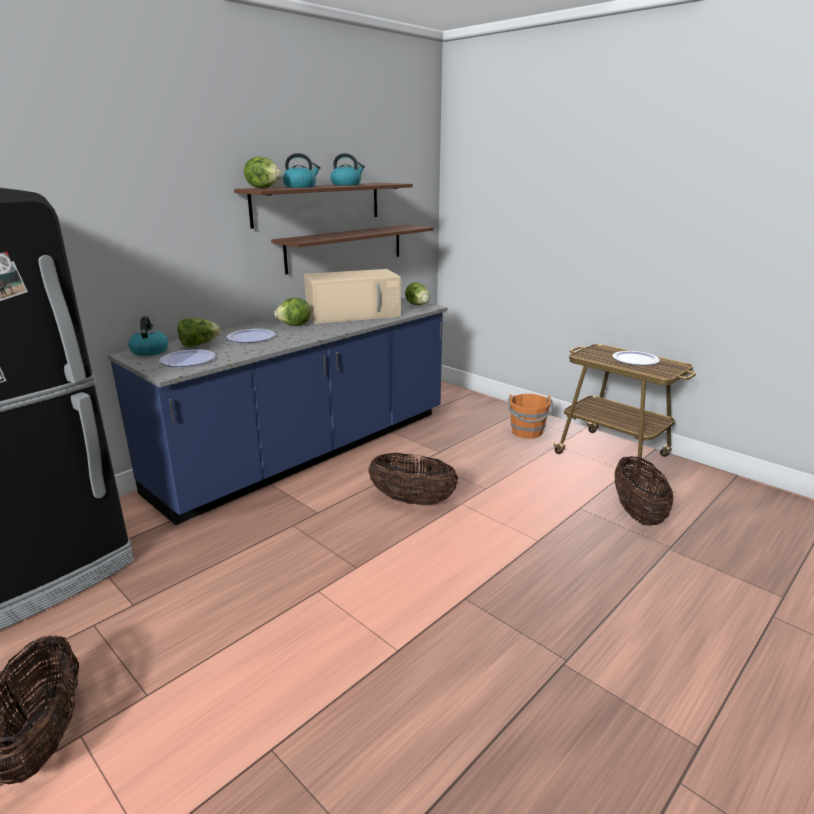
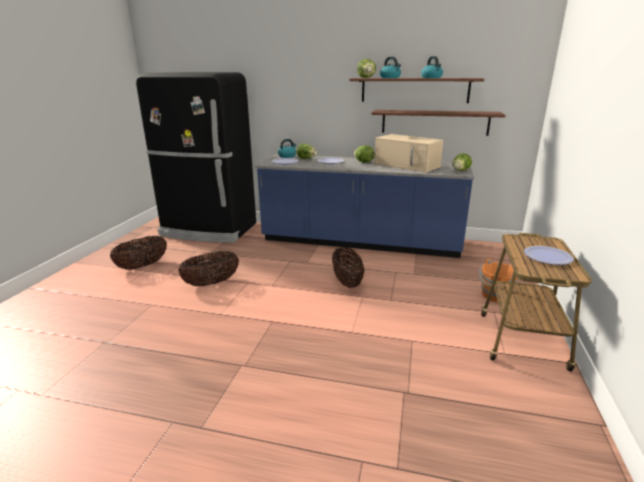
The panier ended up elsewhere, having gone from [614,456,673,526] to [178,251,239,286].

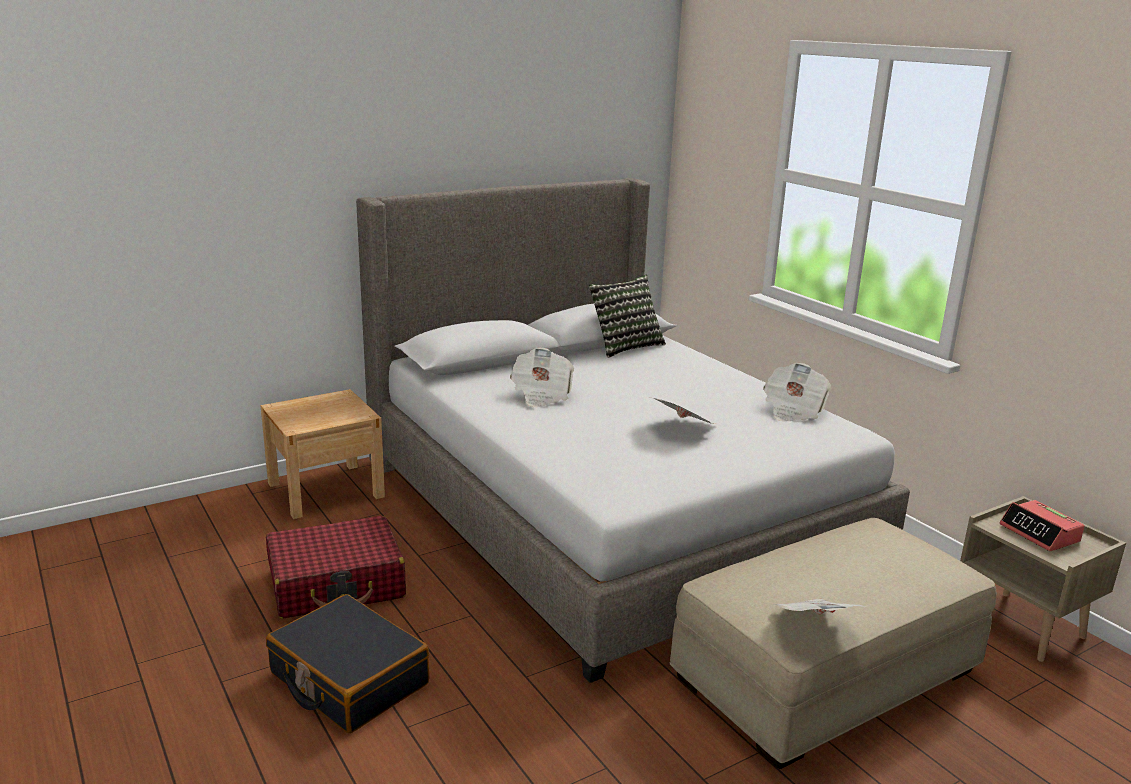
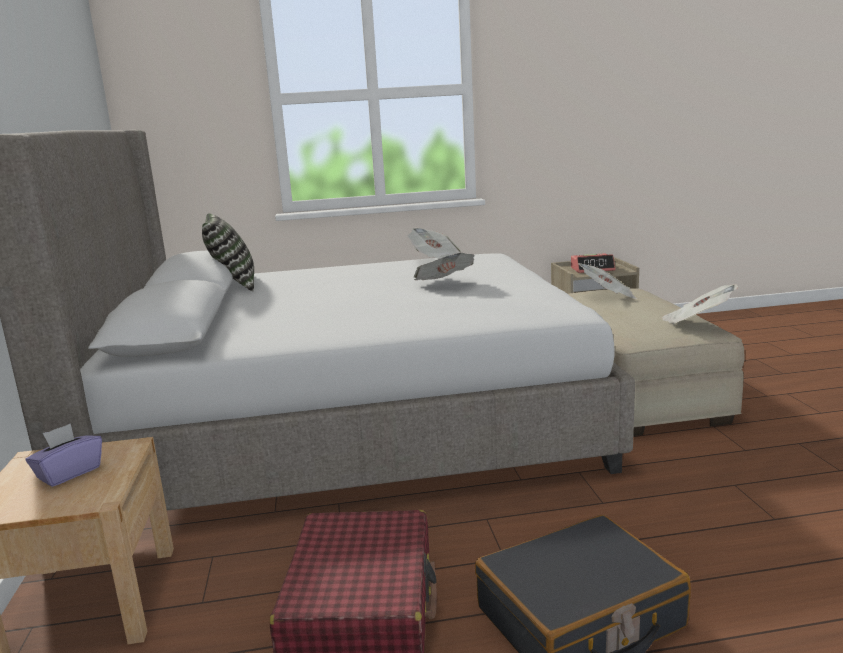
The journal ended up elsewhere, having gone from [510,348,574,407] to [578,263,637,299].
The second view gained the boîte à mouchoirs/violet at [25,423,102,487].

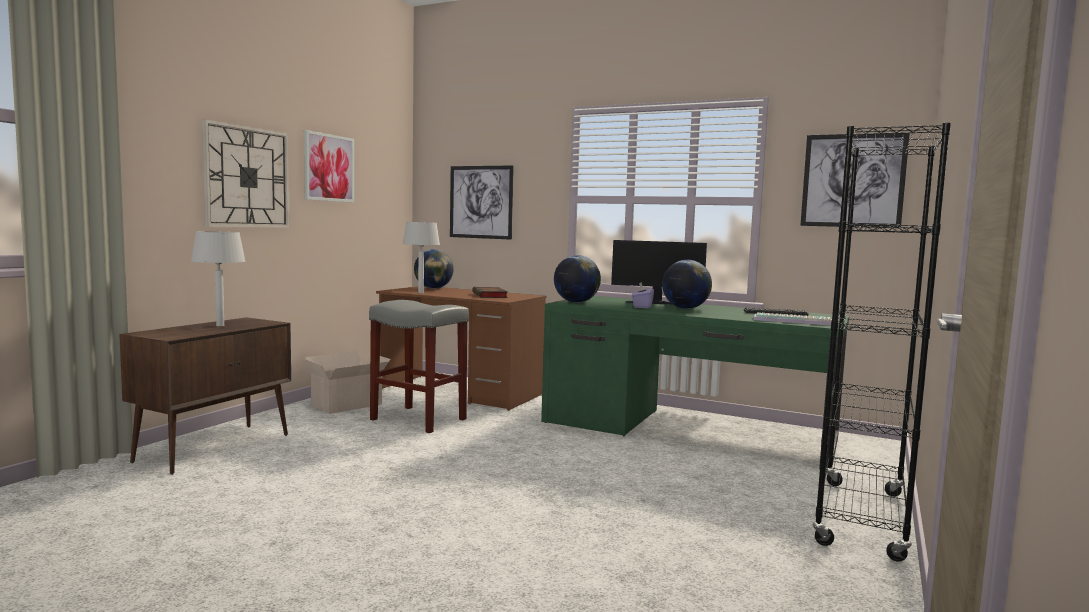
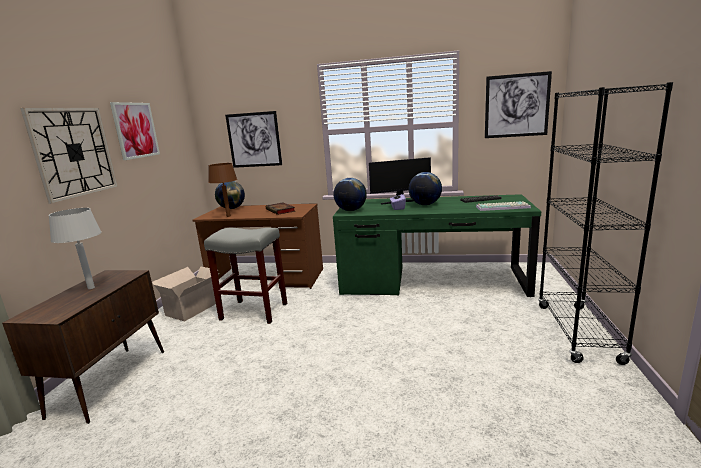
What was the lampe de table/gris at [402,222,440,293] turned into the lampe de table/marron at [208,163,237,217].

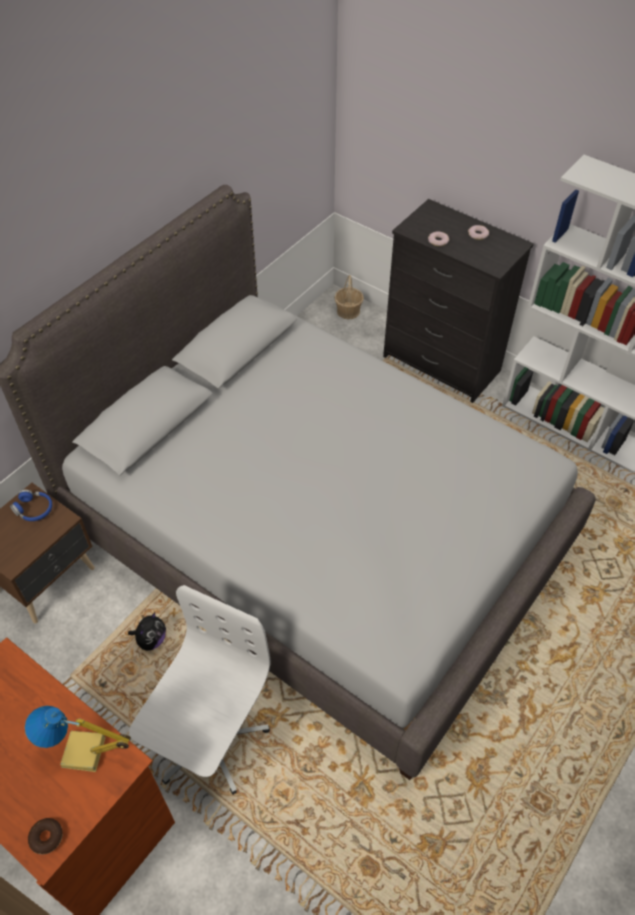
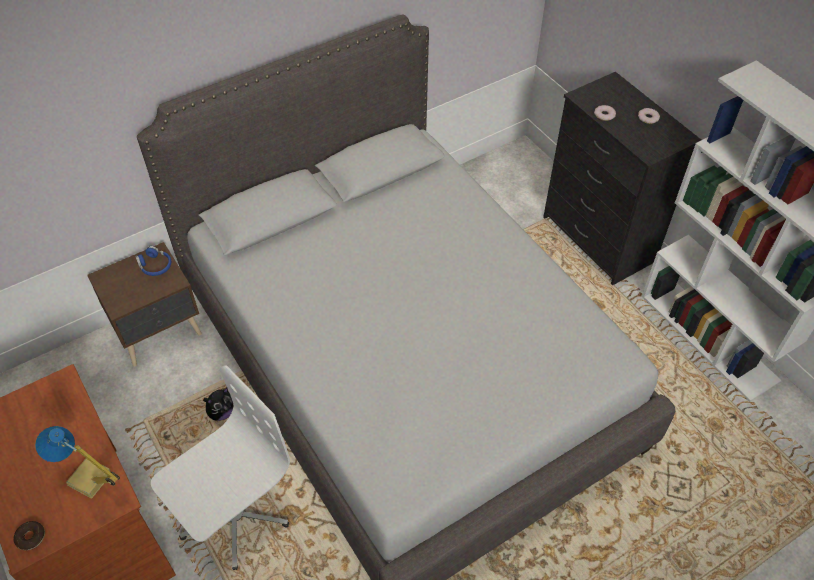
The second view lost the panier at [334,275,364,319].

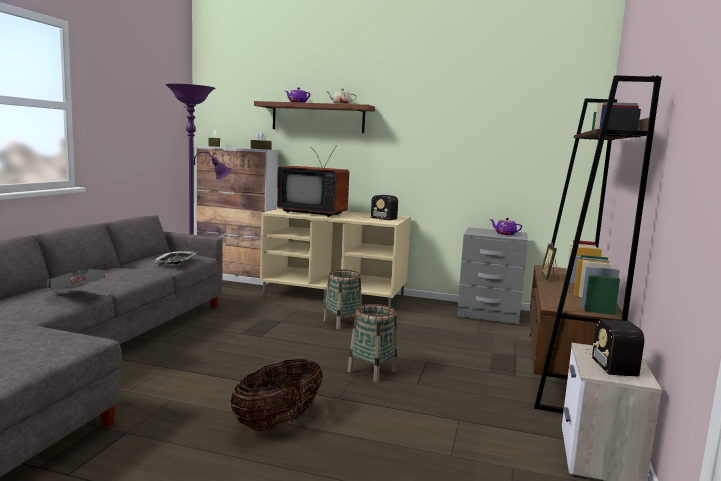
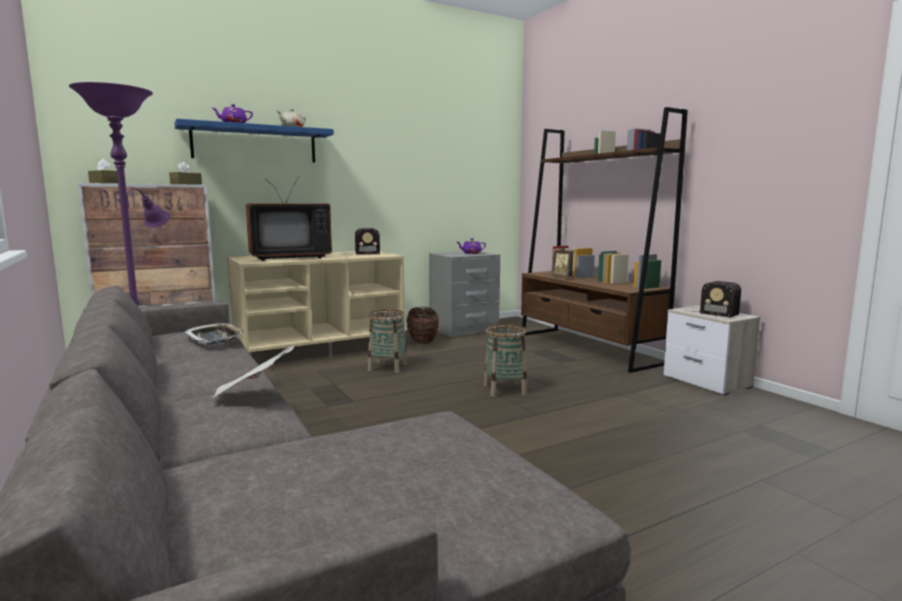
The panier ended up elsewhere, having gone from [230,359,323,431] to [407,307,439,344].
What was the étagère/marron at [254,101,375,133] turned into the étagère/bleu at [174,119,334,163].

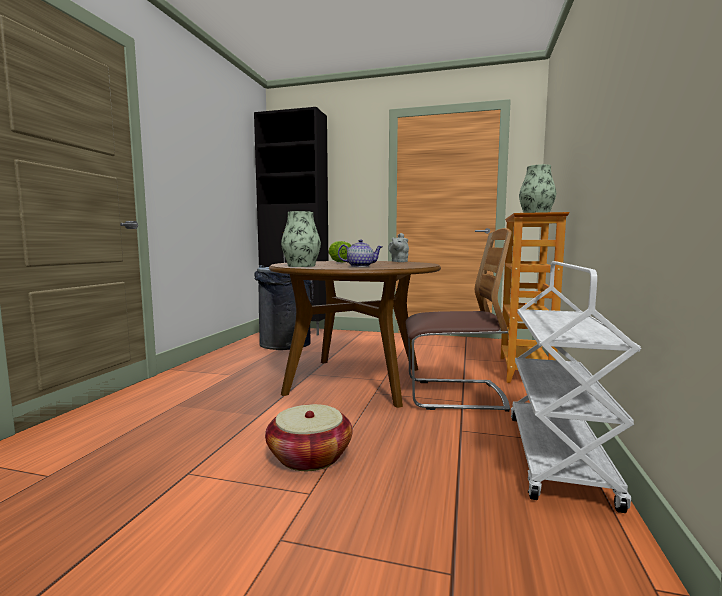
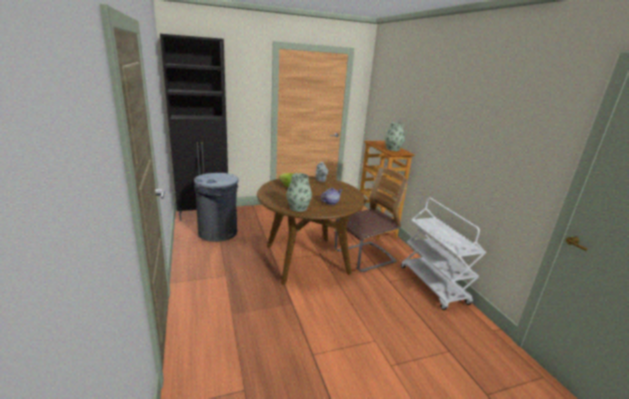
The second view lost the panier at [265,404,352,471].

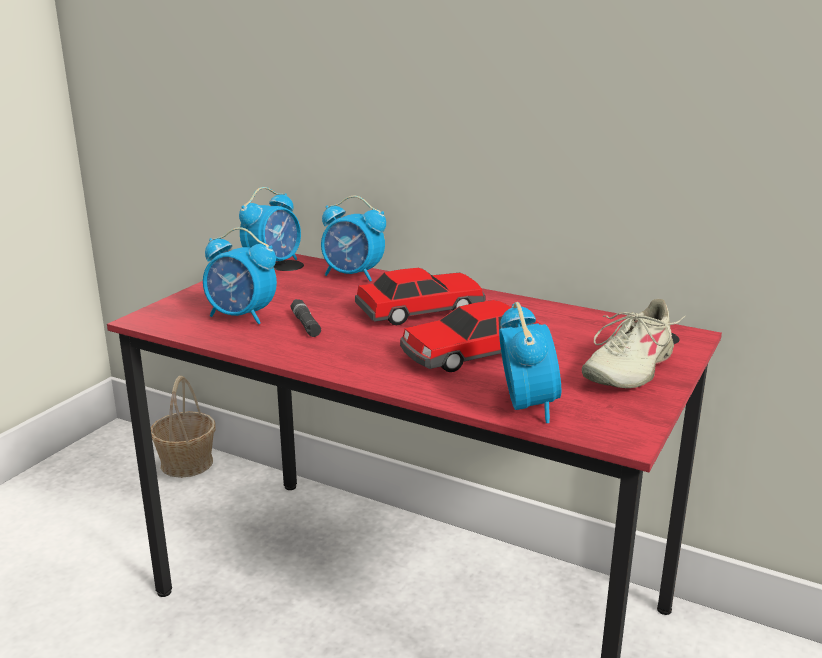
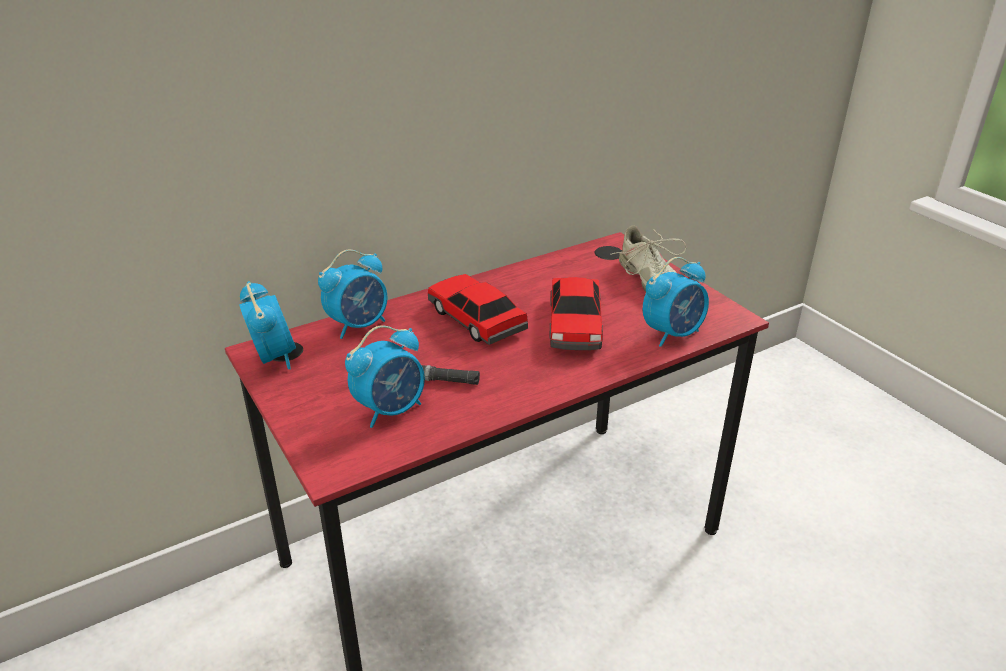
The second view lost the panier at [151,376,216,478].
The petite voiture at [355,268,485,325] ended up facing another way, 45 degrees counterclockwise from before.
The réveil at [499,302,561,423] ended up facing another way, 120 degrees clockwise from before.

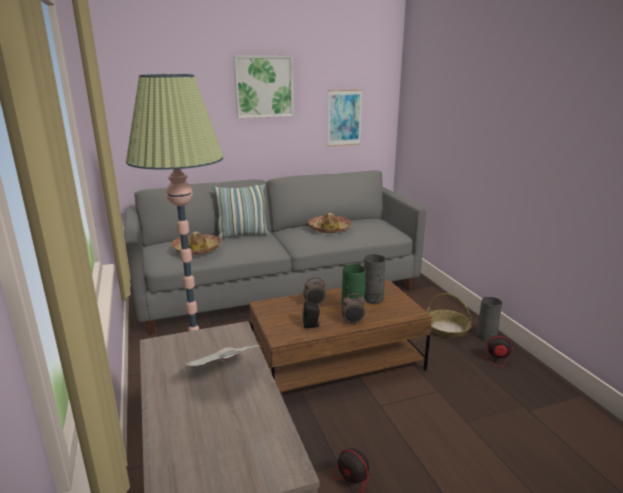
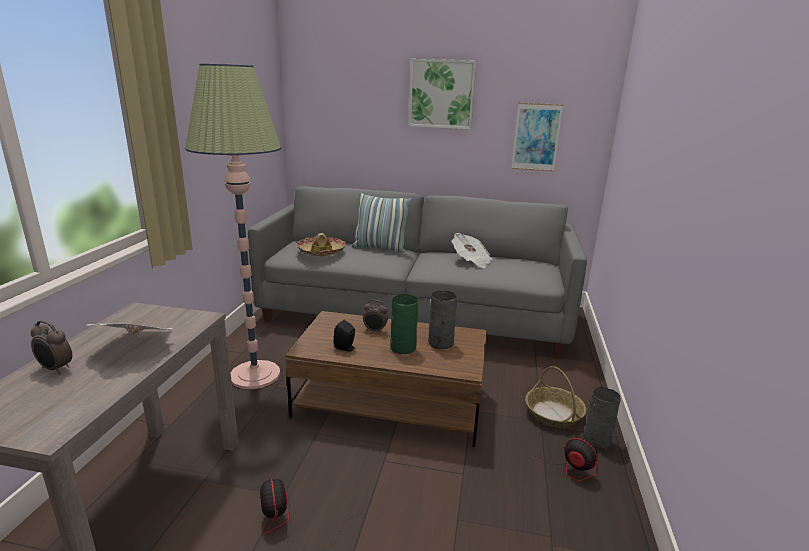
Where the chapeau stood at [308,213,352,233], the journal came to stand at [452,233,492,268].
The réveil ended up elsewhere, having gone from [341,293,366,324] to [31,320,72,374].

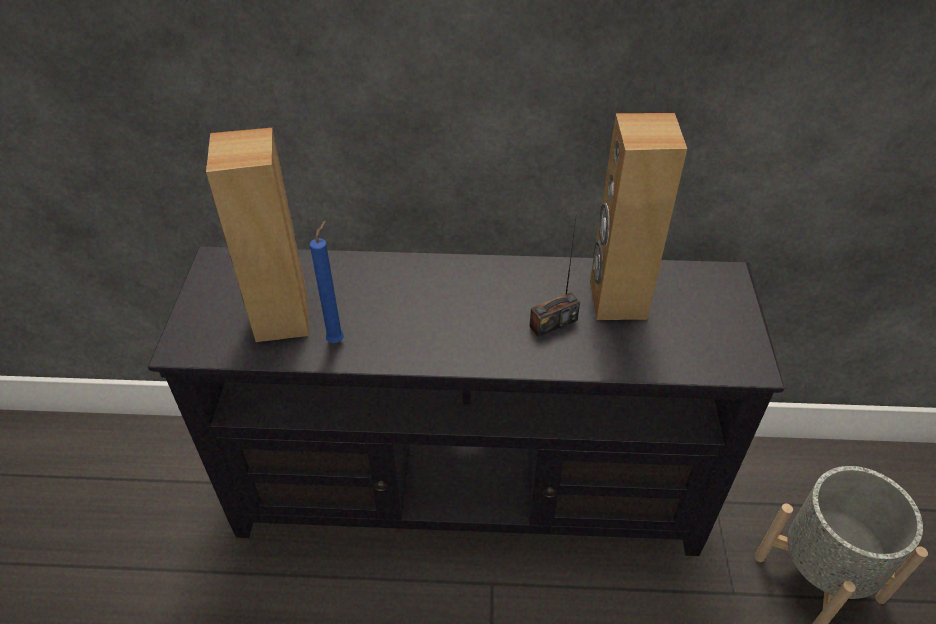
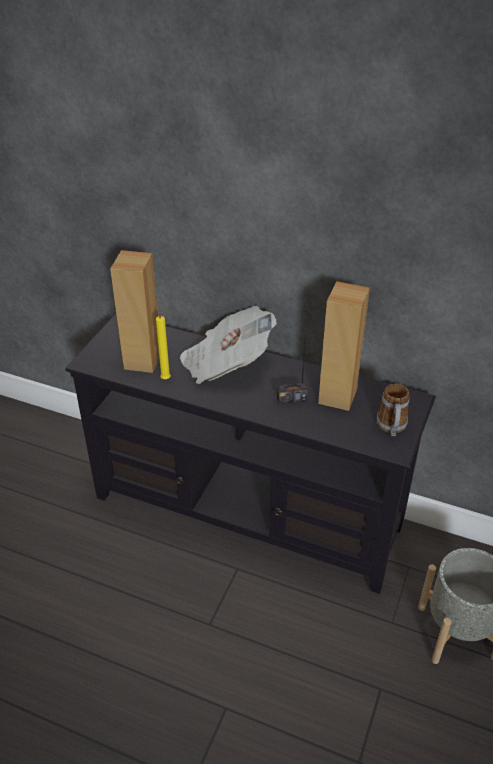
What was the bougie/bleu at [310,221,344,343] turned into the bougie/jaune at [156,307,171,379].
The second view gained the journal at [180,306,277,384].
The second view gained the mug at [376,383,409,436].

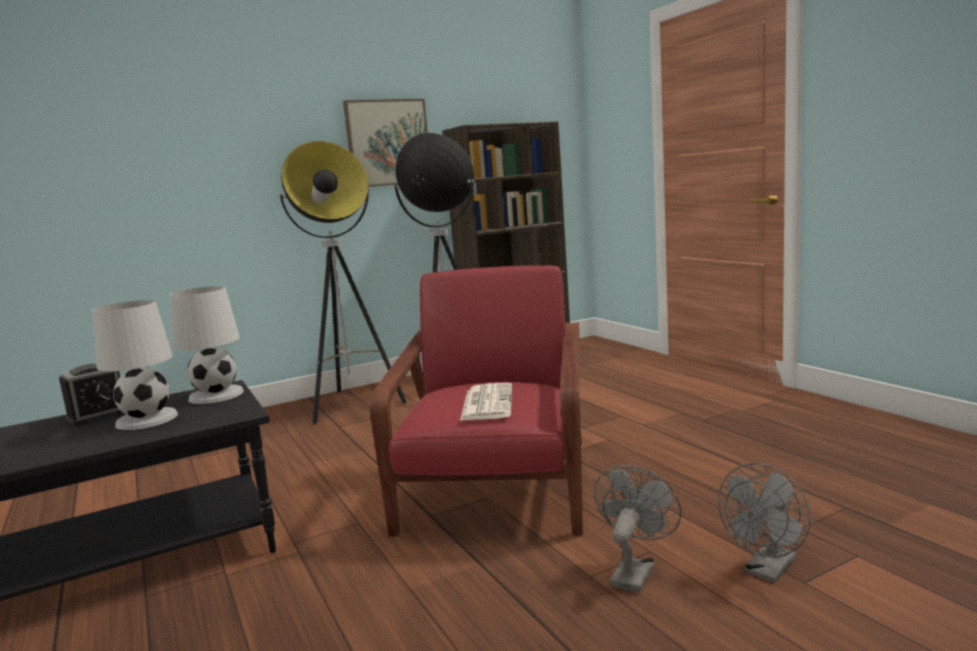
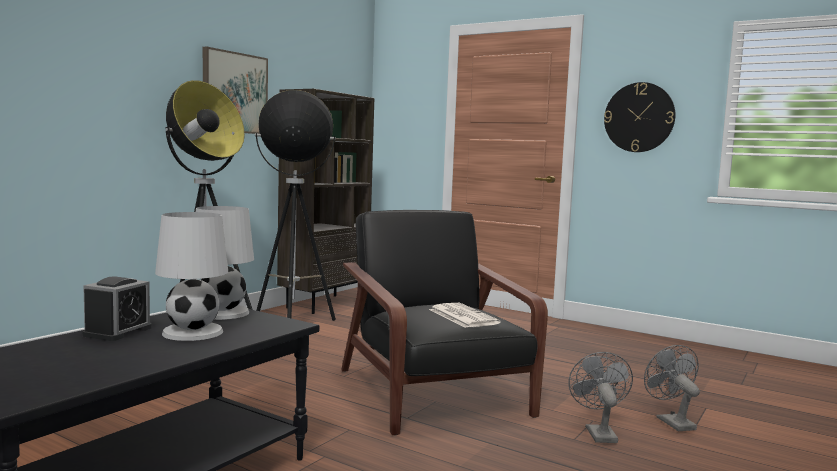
What was the fauteuil/rouge at [370,265,583,537] turned into the fauteuil/noir at [341,210,548,435].
The ventilateur/gris at [718,463,811,582] ended up facing another way, 150 degrees clockwise from before.
The second view gained the horloge murale at [604,82,675,152].

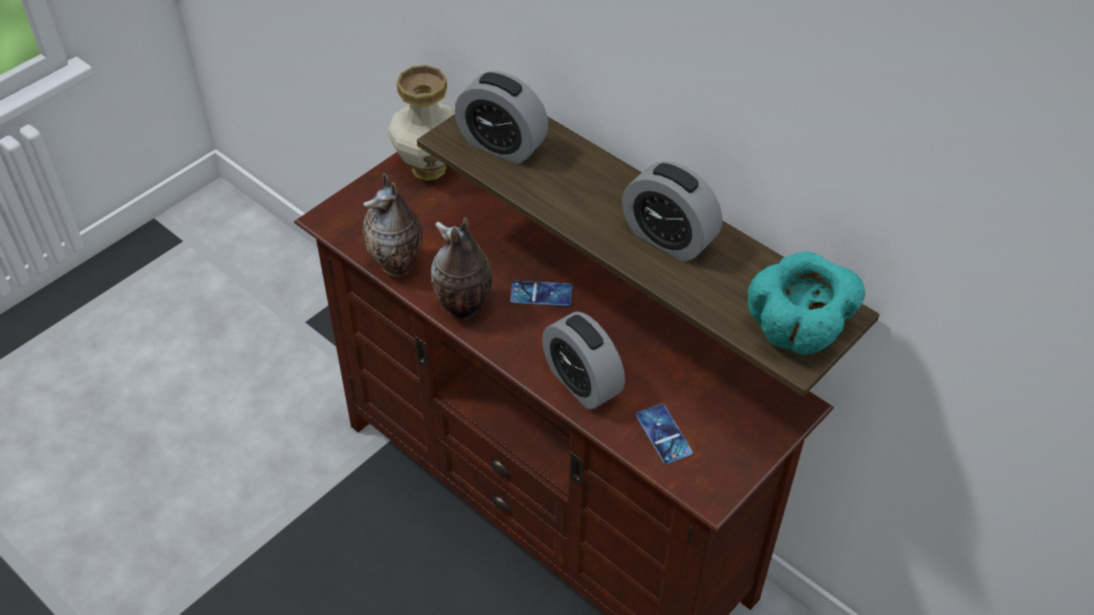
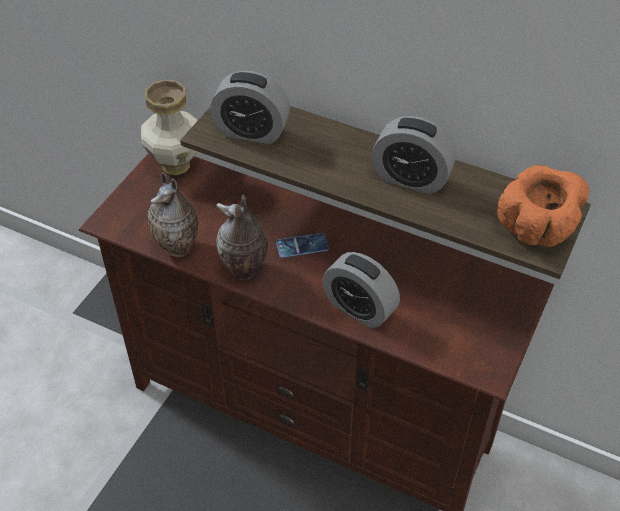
The second view lost the téléphone at [636,404,693,464].
What was the bol/turquoise at [748,251,865,355] turned into the bol/orange at [497,165,589,247].

